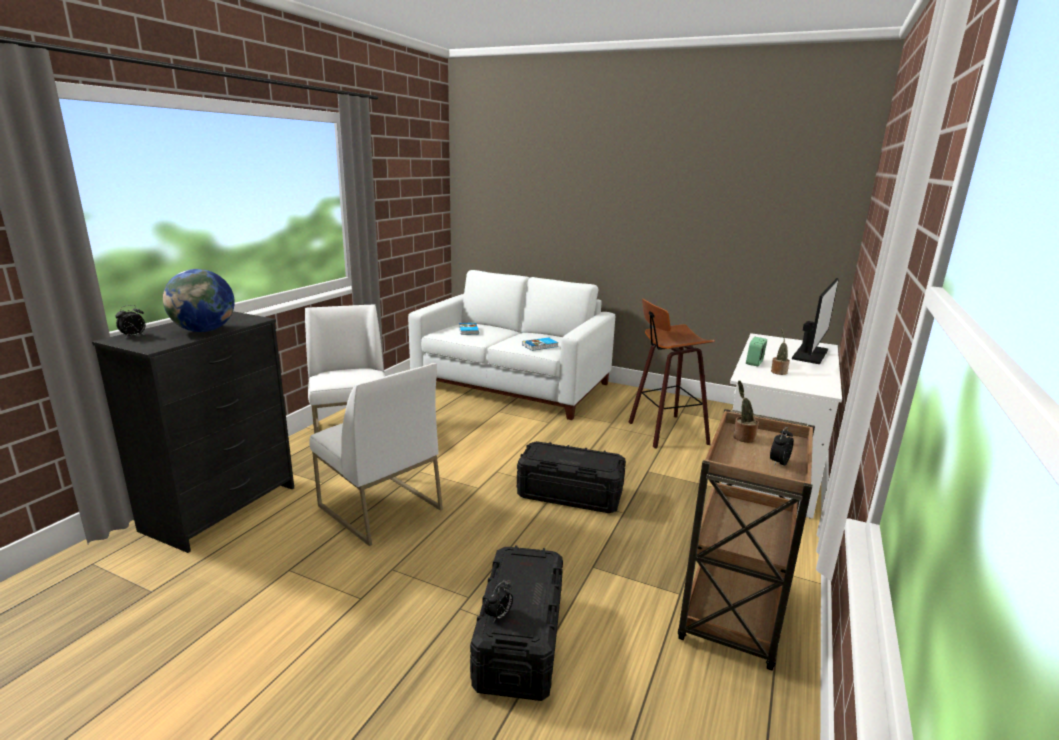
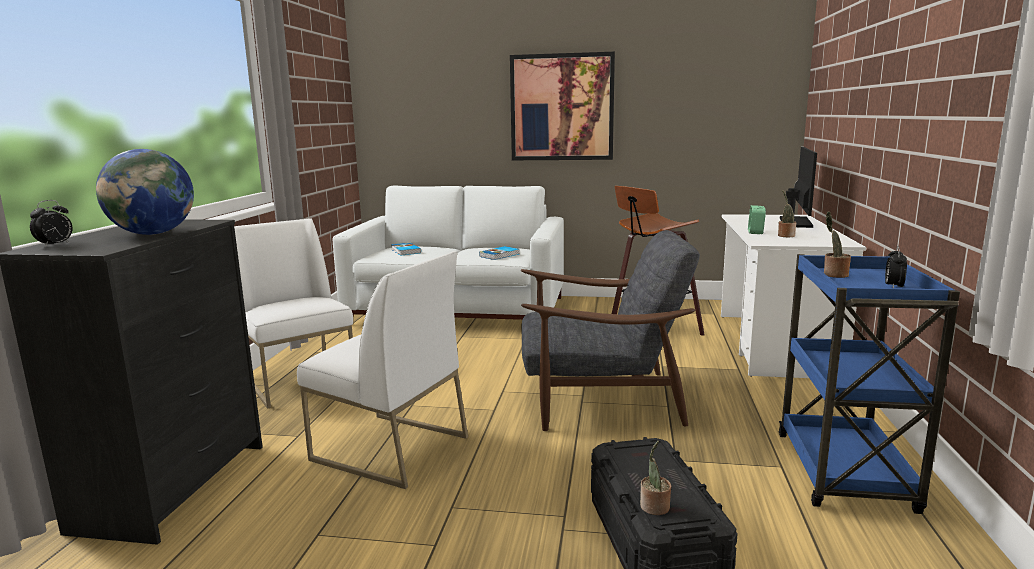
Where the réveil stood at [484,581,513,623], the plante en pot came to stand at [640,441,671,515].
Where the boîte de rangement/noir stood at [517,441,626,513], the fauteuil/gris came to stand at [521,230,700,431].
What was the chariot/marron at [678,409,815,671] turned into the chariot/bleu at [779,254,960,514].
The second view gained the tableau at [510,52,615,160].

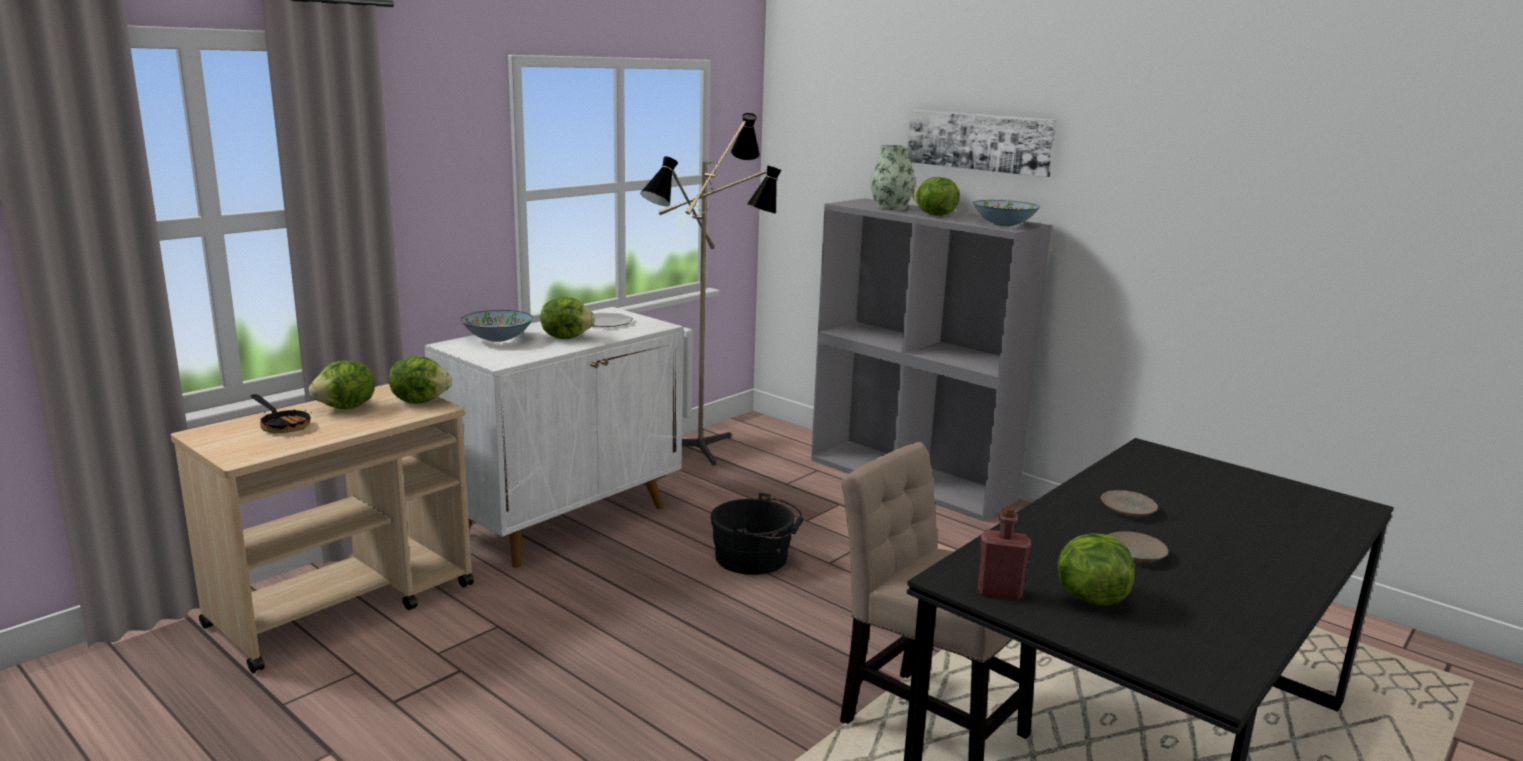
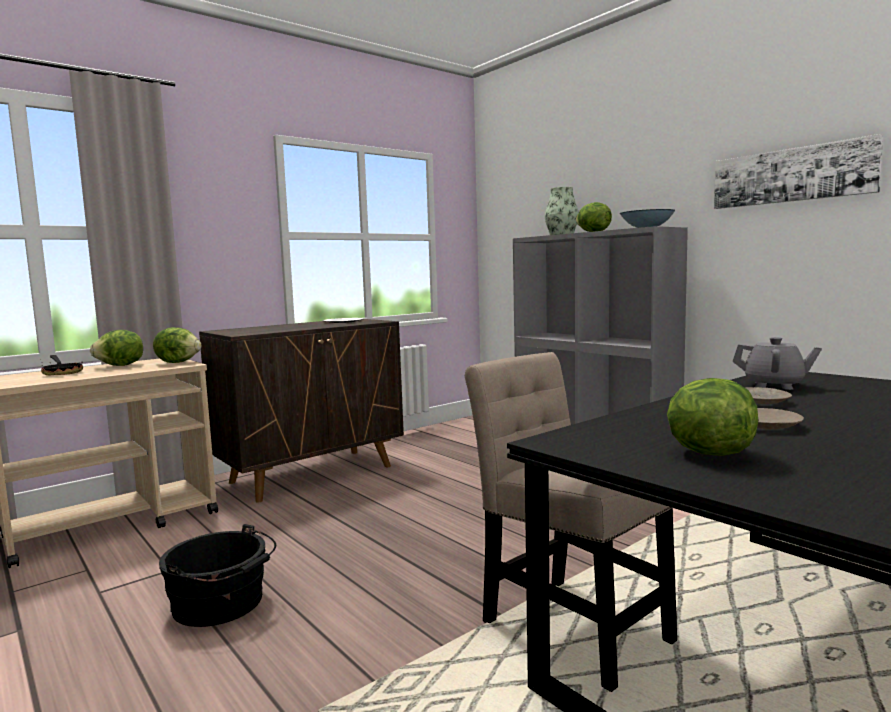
What was the meuble de rangement/blanc at [425,307,683,568] turned into the meuble de rangement/marron at [199,319,404,503].
The second view lost the bol at [461,310,533,342].
The second view lost the laitue at [541,297,595,339].
The second view lost the lampadaire at [640,113,781,466].
The seau/noir ended up elsewhere, having gone from [710,493,803,575] to [159,524,276,627].
The tableau ended up elsewhere, having gone from [908,110,1057,177] to [714,134,883,209].
The second view lost the bouteille/rouge at [978,506,1032,600].
The second view gained the théière/gris at [732,337,822,390].

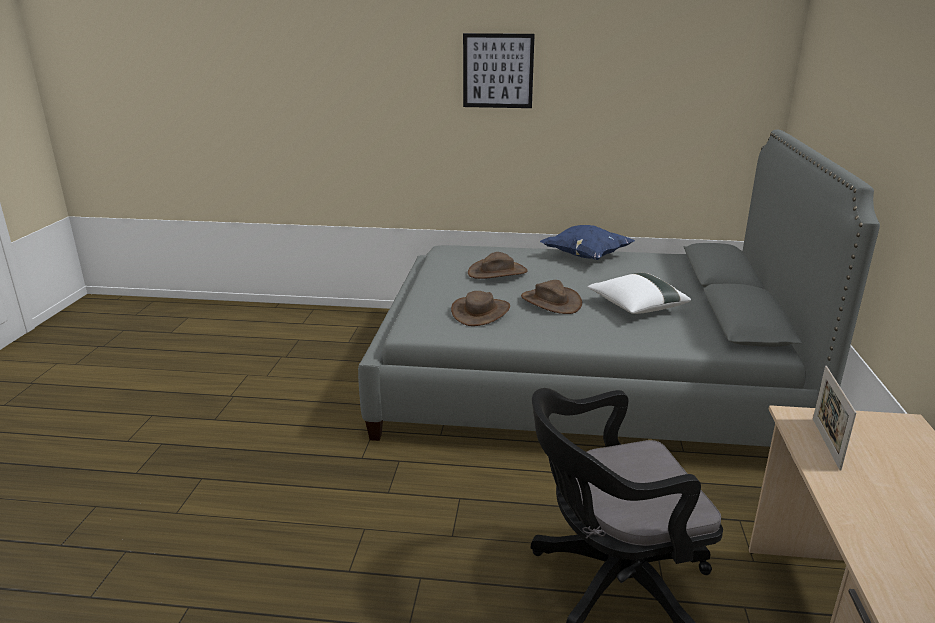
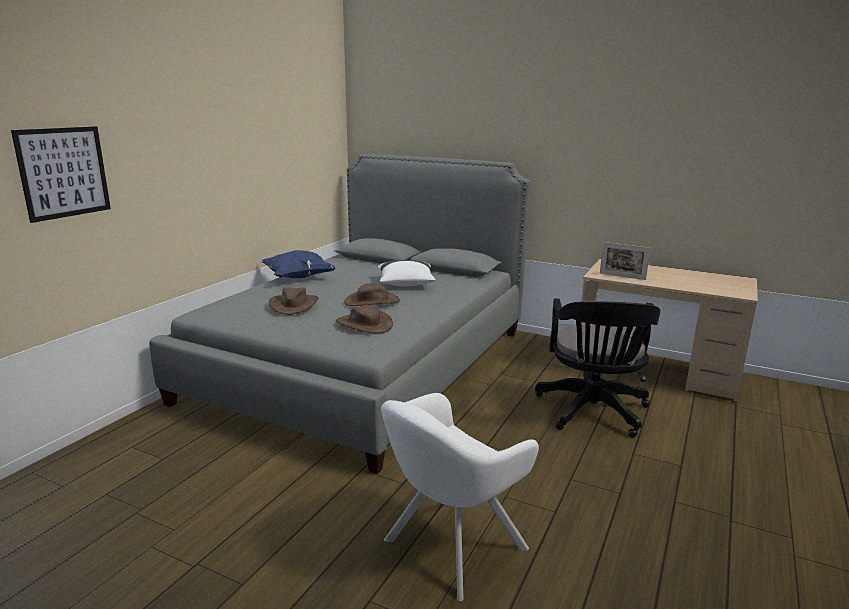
The tableau ended up elsewhere, having gone from [463,33,535,108] to [11,126,111,223].
The second view gained the fauteuil/blanc at [381,393,539,602].

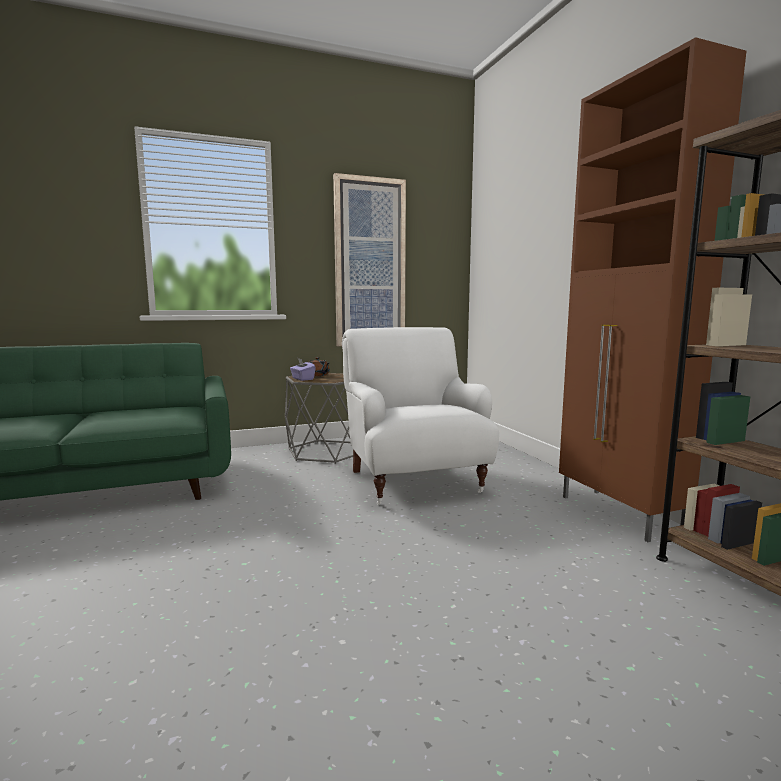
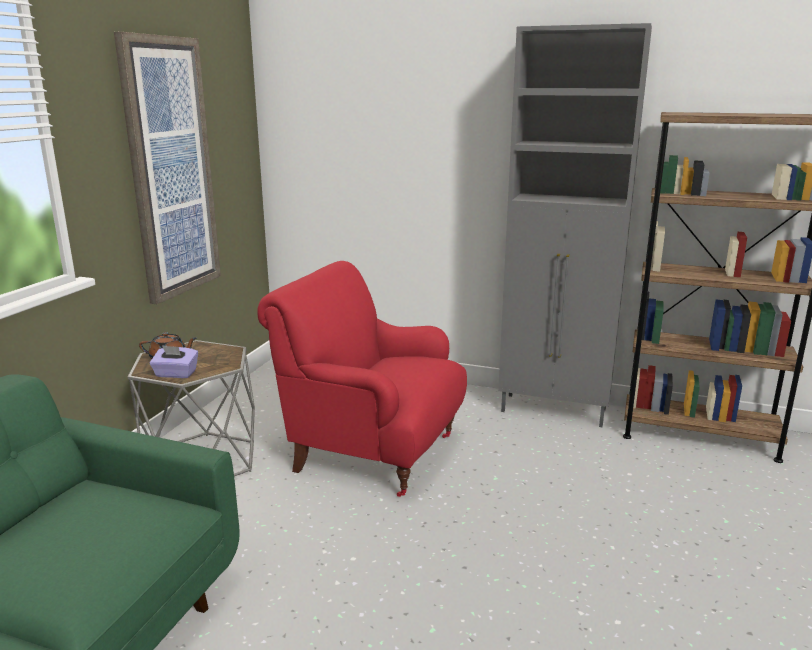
What was the fauteuil/blanc at [342,327,499,505] turned into the fauteuil/rouge at [257,261,467,497].
What was the meuble de rangement/marron at [559,37,746,542] turned into the meuble de rangement/gris at [498,23,652,428].

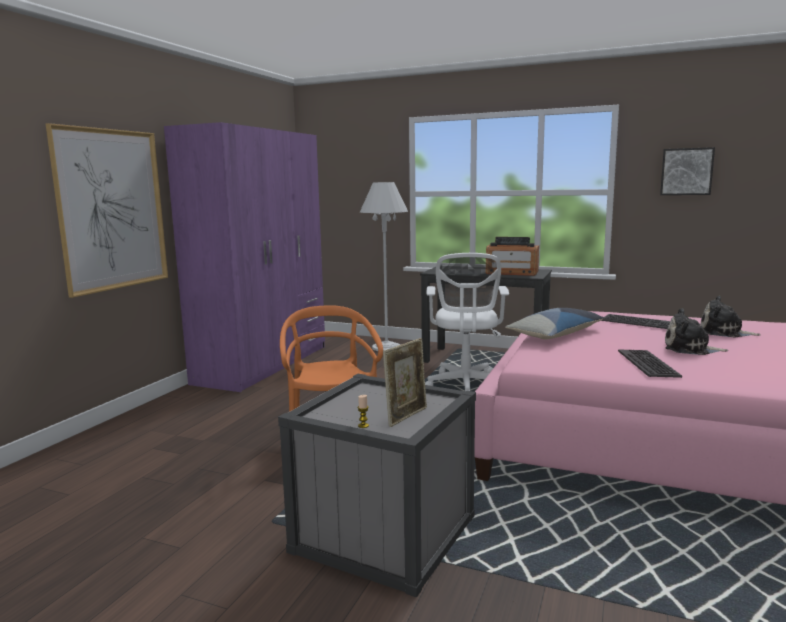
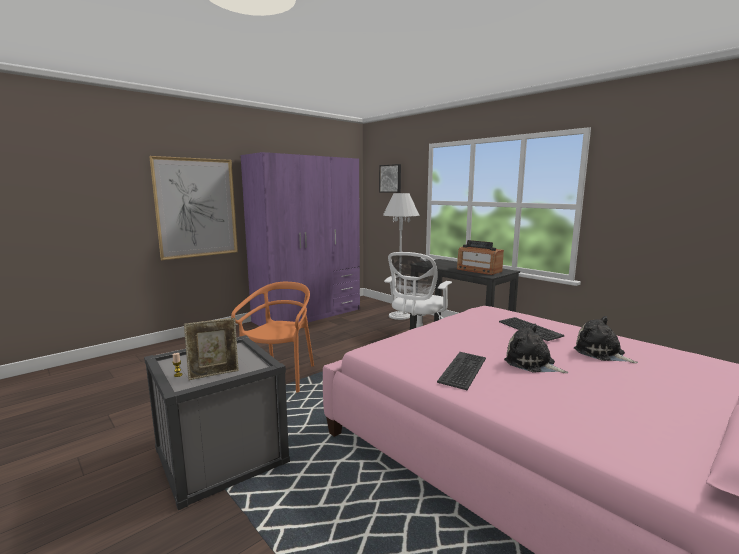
The second view lost the coussin at [505,308,605,340].
The tableau ended up elsewhere, having gone from [660,147,715,195] to [379,164,401,193].

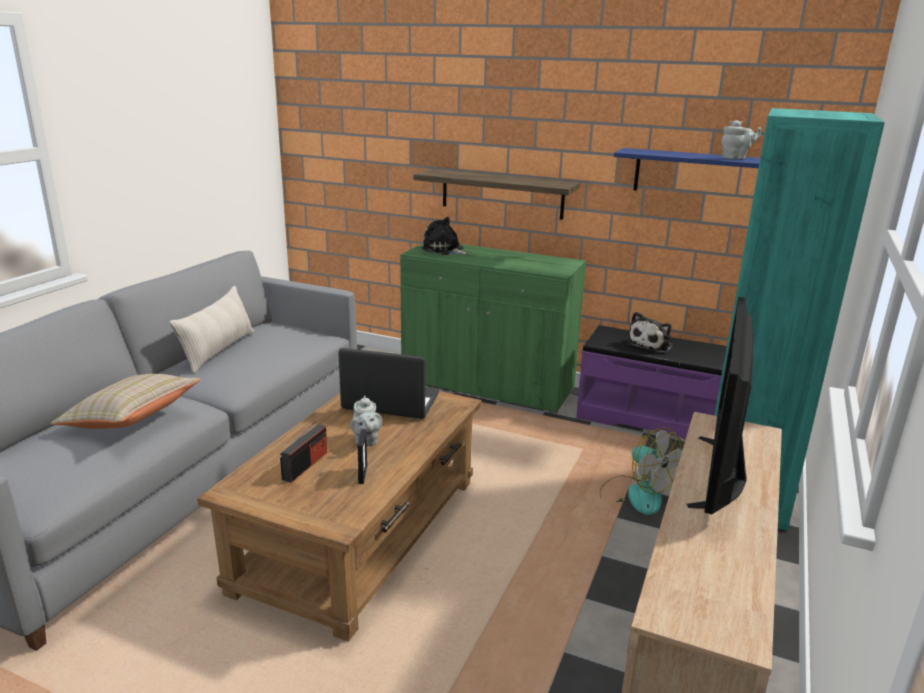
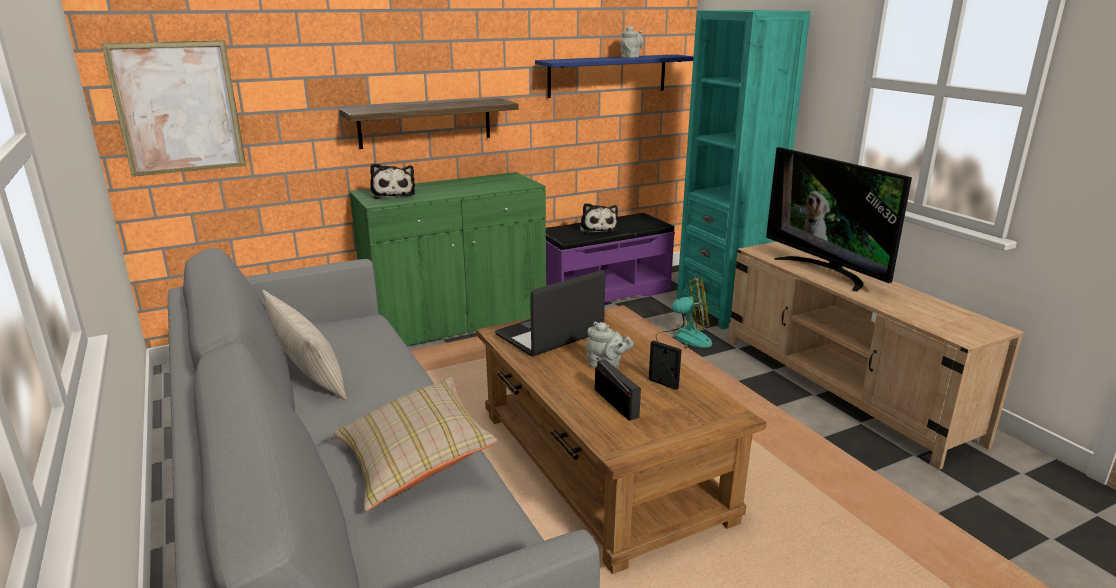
The peluche at [422,217,470,255] ended up facing another way, 90 degrees counterclockwise from before.
The second view gained the tableau at [101,41,246,176].

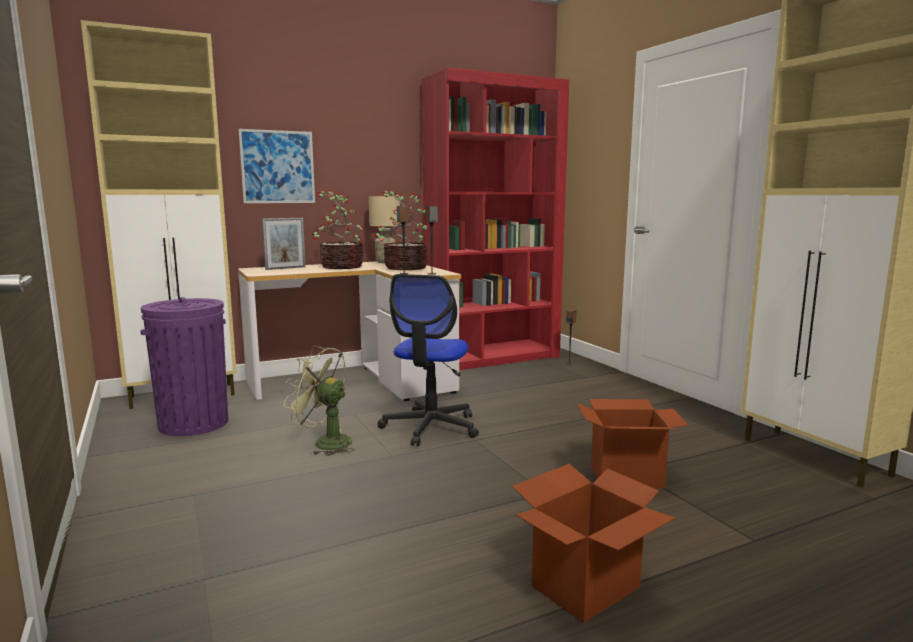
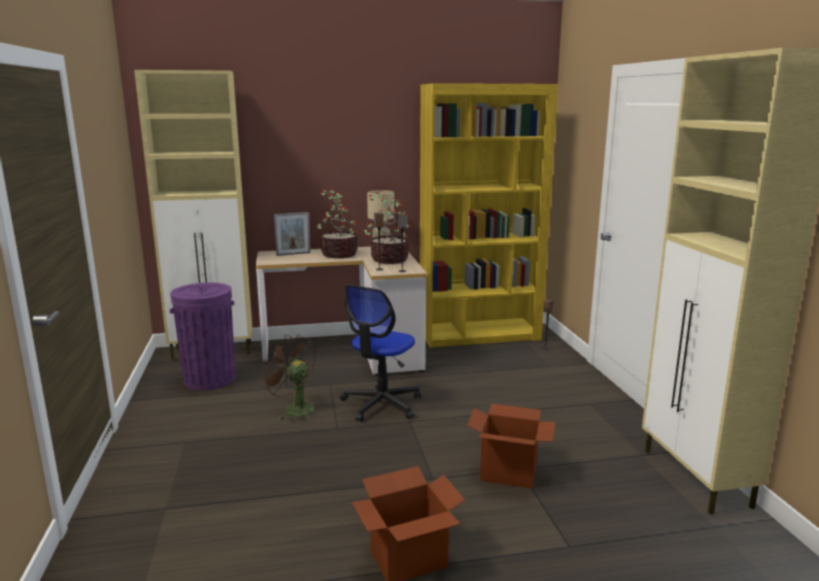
The second view lost the tableau at [238,129,315,203].
What was the ventilateur/vert at [284,346,354,456] turned into the ventilateur/marron at [260,334,315,422].
What was the bibliothèque/rouge at [422,68,569,370] turned into the bibliothèque/jaune at [420,83,558,347].

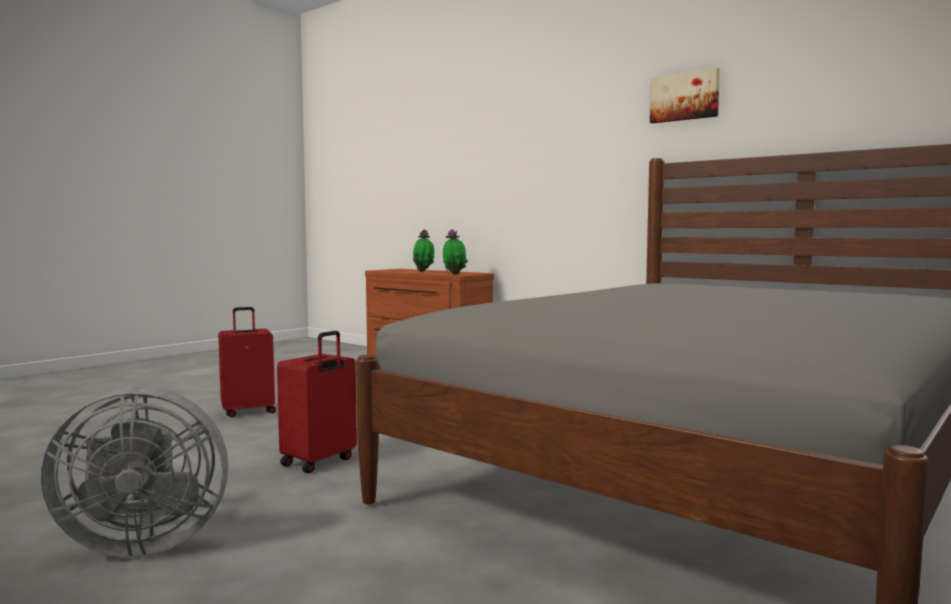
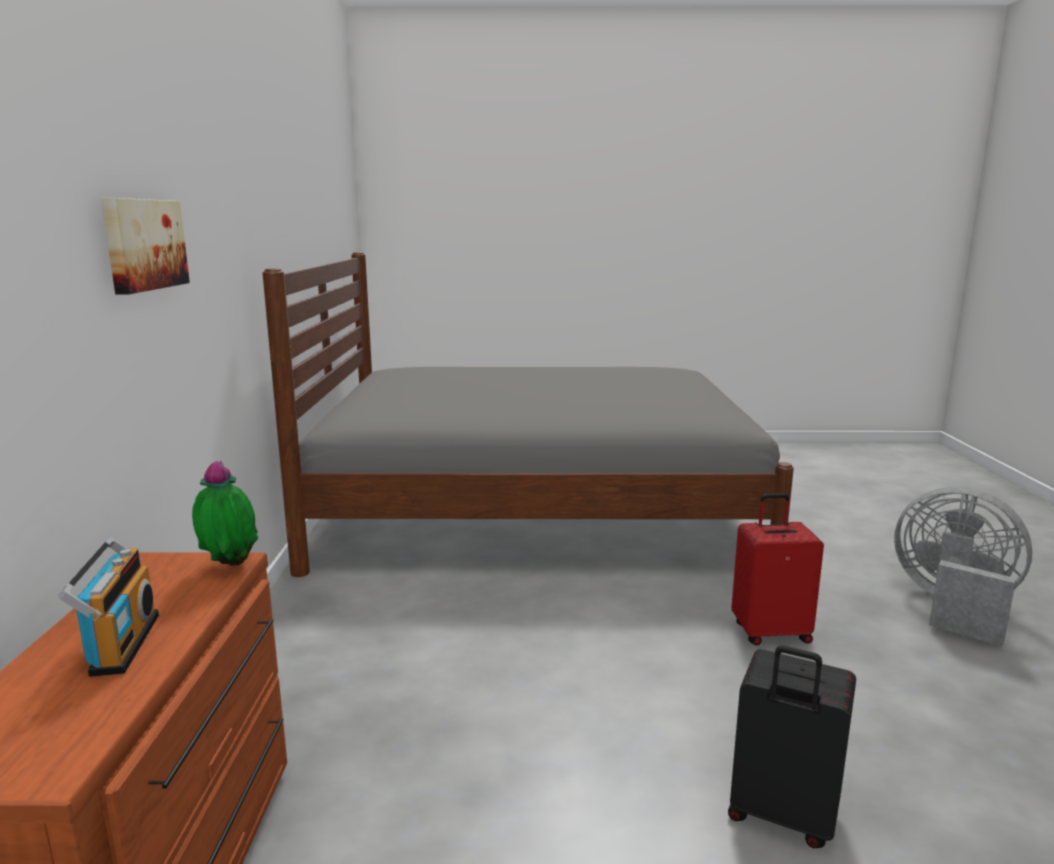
What was the valise/rouge at [218,307,276,417] turned into the valise/noir at [728,645,856,848].
Where the plante en pot stood at [413,230,434,272], the radio came to stand at [58,538,159,677].
The tableau ended up elsewhere, having gone from [650,68,720,123] to [101,198,190,295].

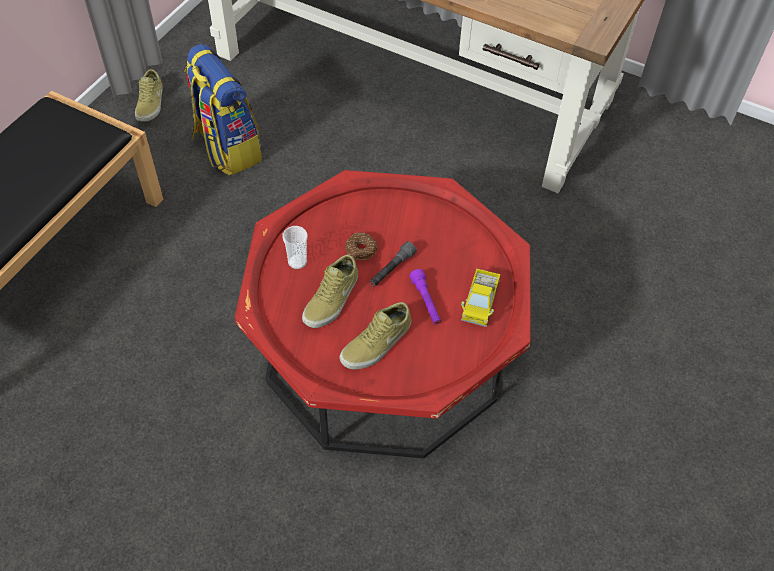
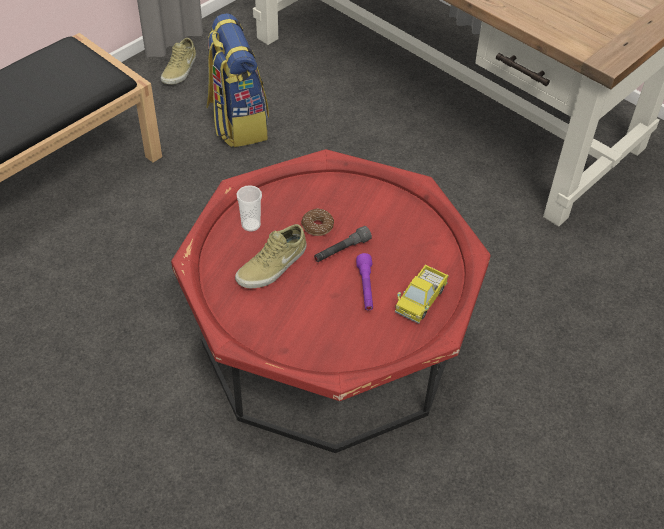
The second view lost the chaussure/beige at [339,302,411,369].

